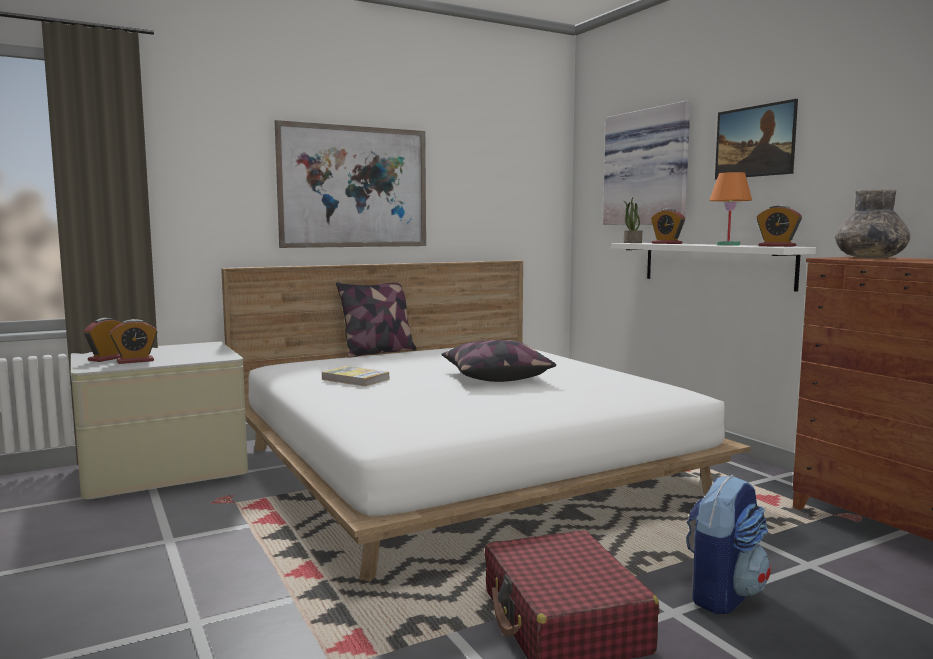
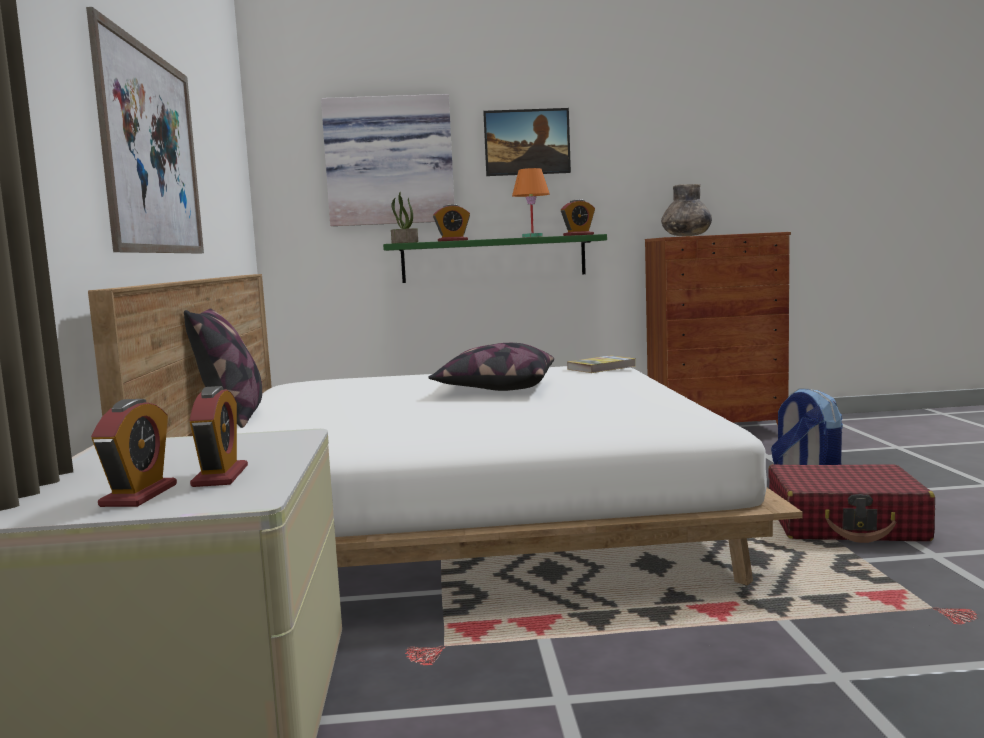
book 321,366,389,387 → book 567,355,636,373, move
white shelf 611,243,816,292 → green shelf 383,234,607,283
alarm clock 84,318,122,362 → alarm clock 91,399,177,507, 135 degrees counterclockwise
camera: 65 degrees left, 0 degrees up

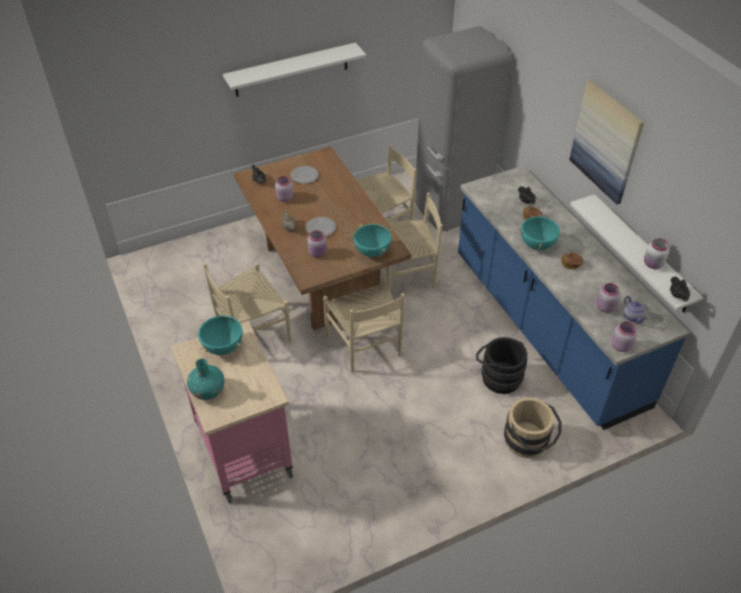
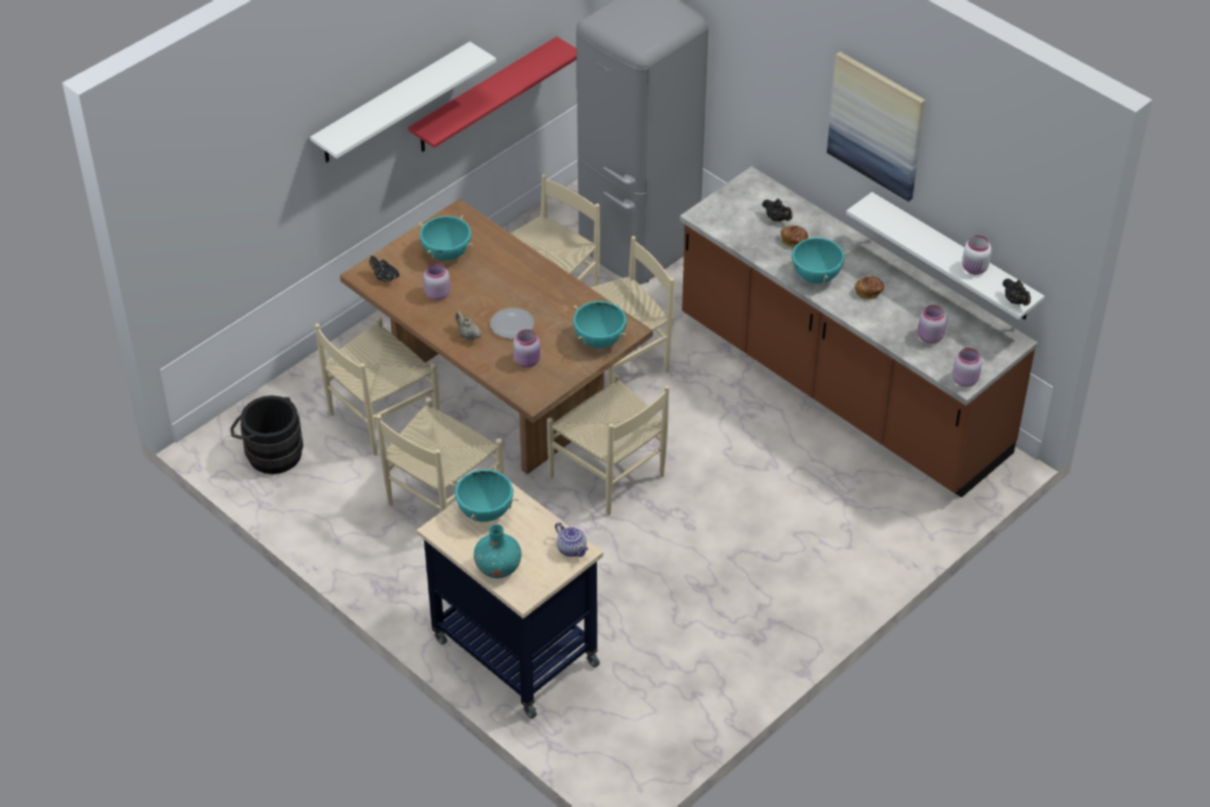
beige bucket 504,398,561,458 → -
- → beige chair 315,316,440,456
- → red shelf 408,37,577,152
black bucket 476,337,527,394 → black bucket 230,395,303,474, move
teapot 623,296,647,323 → teapot 555,522,588,557, move
plate 290,166,319,184 → turquoise cooking pot 419,215,473,261
pink cart 171,321,293,503 → blue cart 417,482,603,719
blue counter 458,166,689,430 → brown counter 680,166,1038,498
camera: 20 degrees left, 0 degrees up

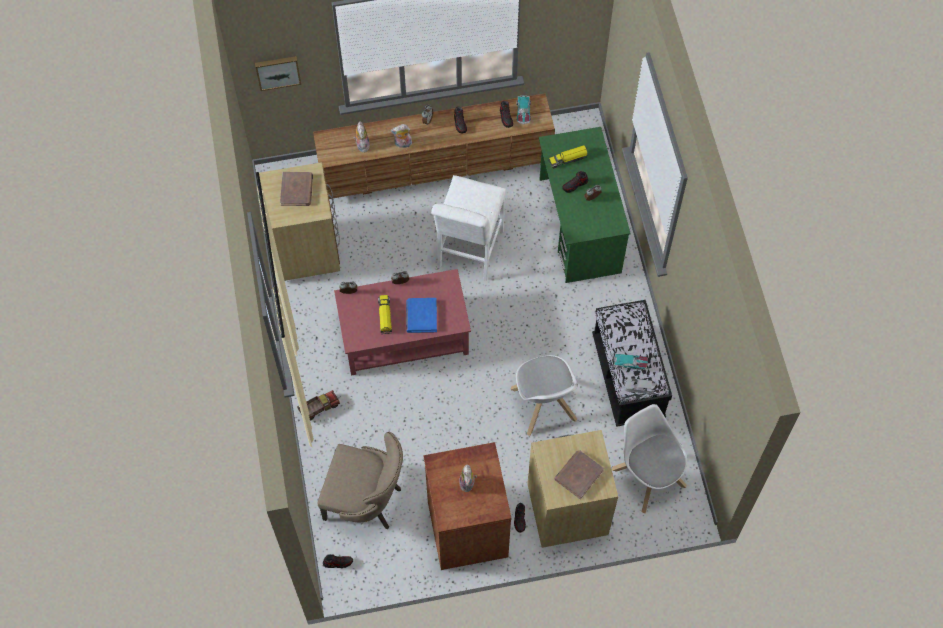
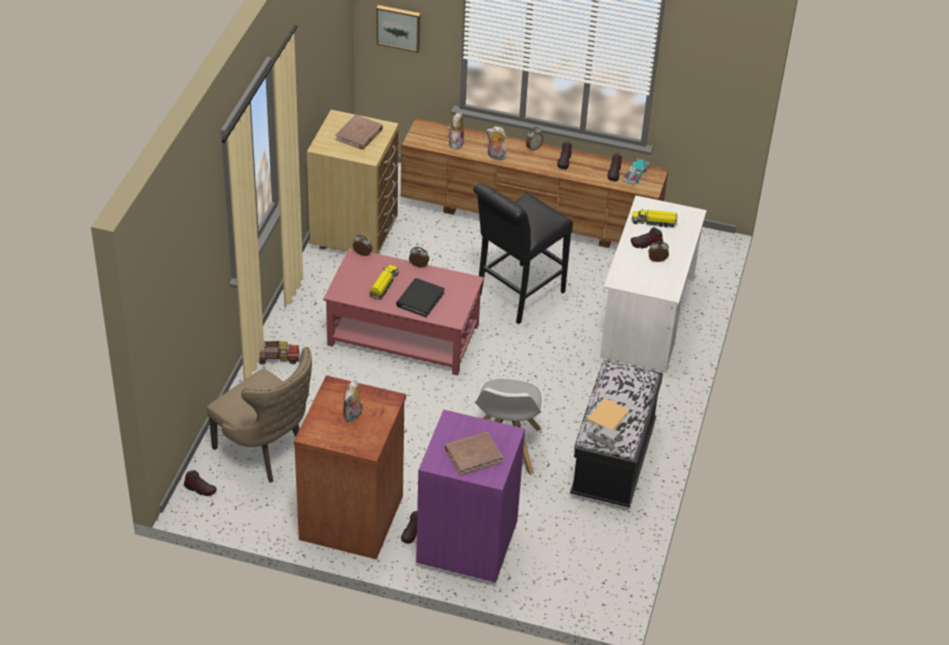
chair 612,404,687,513 → -
toy car 614,354,648,371 → beige book 587,398,629,430
blue book 406,298,437,333 → black book 396,278,445,317
white stool 431,175,506,281 → black stool 473,184,573,324
brown dresser 527,430,618,548 → purple dresser 416,409,525,582
green desk 539,127,631,283 → white desk 600,196,707,372
camera: 25 degrees right, 20 degrees down

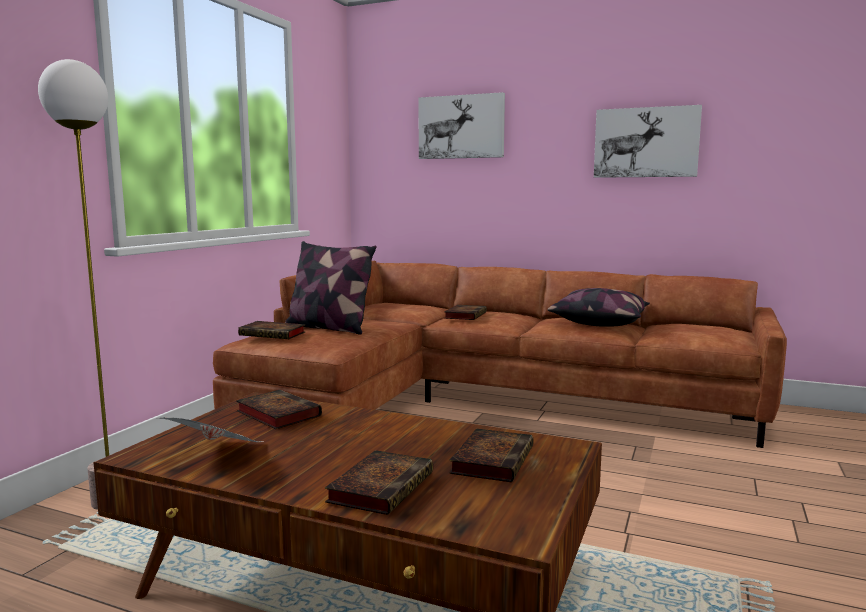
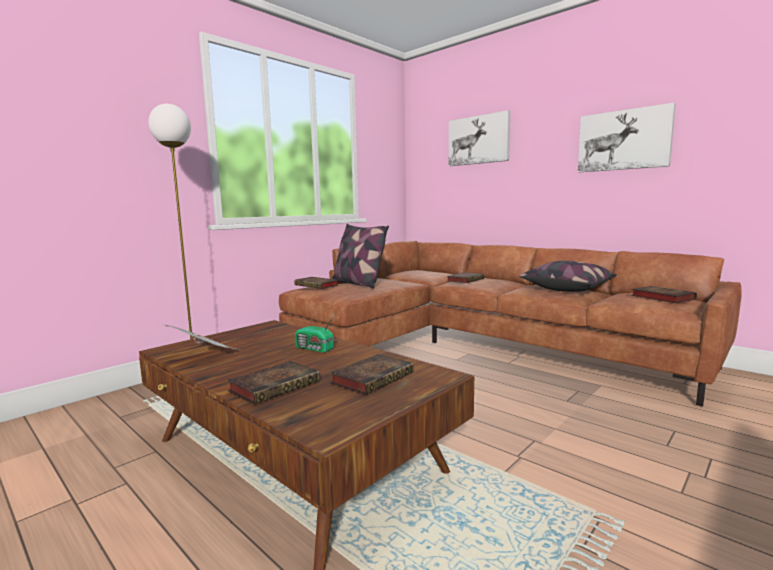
- → radio 295,313,335,353
book 236,390,322,429 → book 631,286,697,303, move
camera: 20 degrees right, 0 degrees up

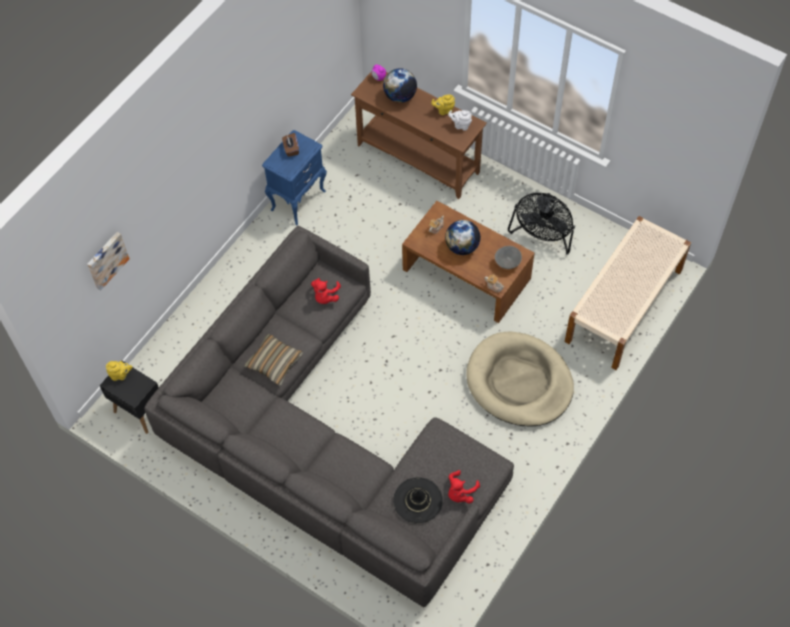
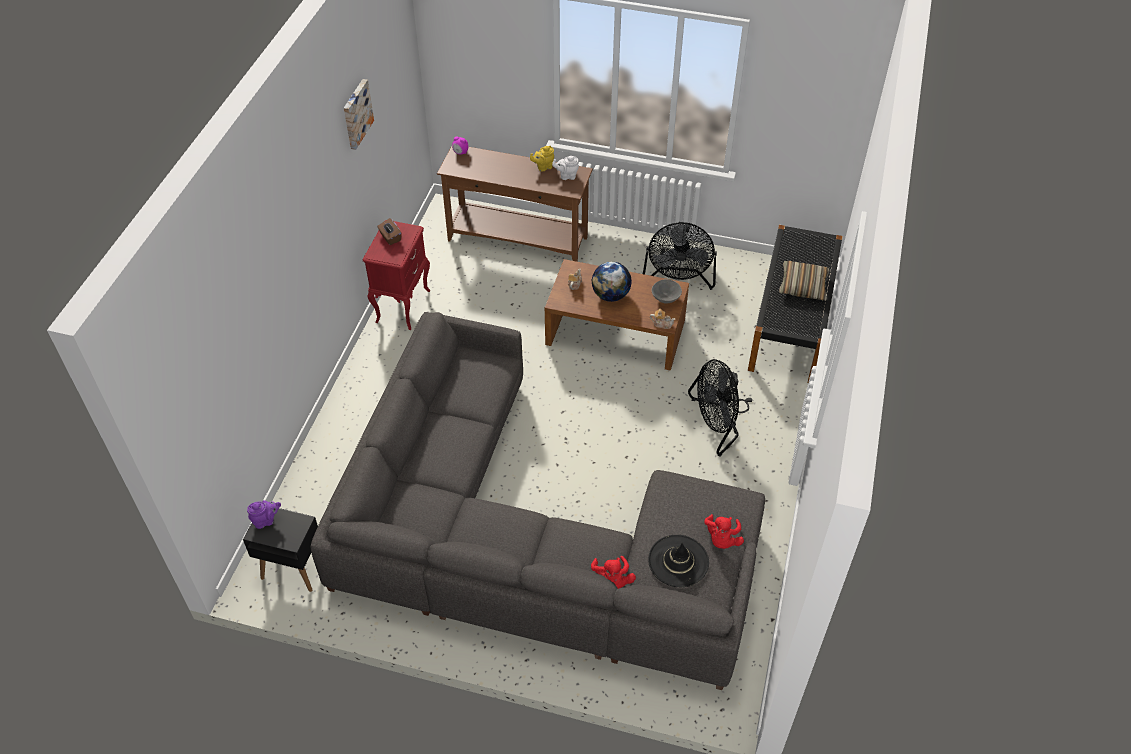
globe 383,68,417,103 → -
picture 87,232,130,290 → picture 344,79,374,150, move
pillow 244,334,303,386 → pillow 779,261,830,301, move
red plush toy 311,278,341,304 → red plush toy 591,556,636,589, move
beige dog bed 466,331,574,426 → black fan 688,359,752,457
yellow teapot 106,361,132,381 → purple teapot 247,500,281,529
blue nightstand 262,130,327,225 → red nightstand 363,220,431,330
beige bench 564,216,691,370 → black bench 748,225,843,382
camera: 20 degrees left, 10 degrees down

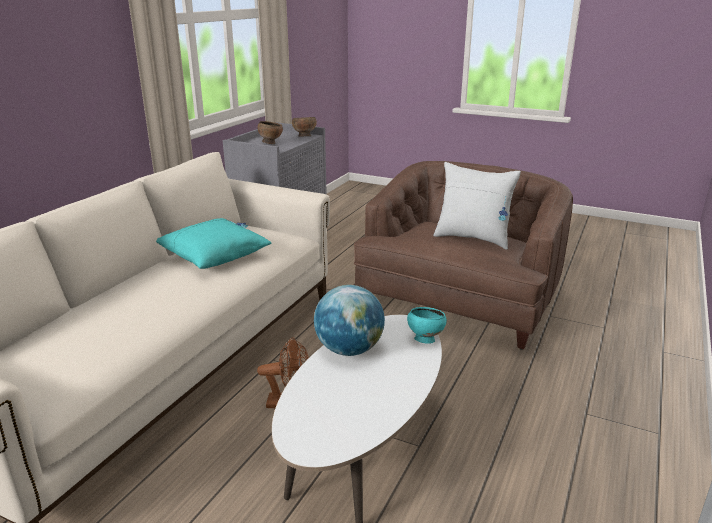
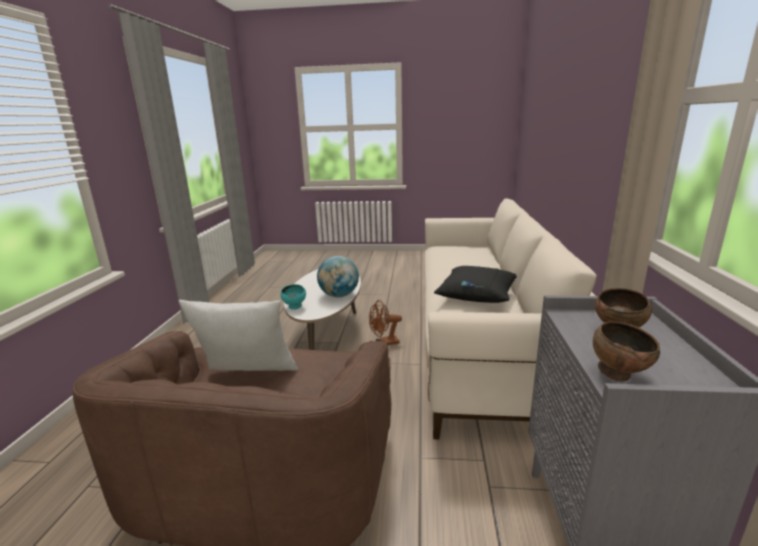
turquoise pillow 156,218,271,269 → black pillow 434,266,517,303
camera: 160 degrees right, 5 degrees down

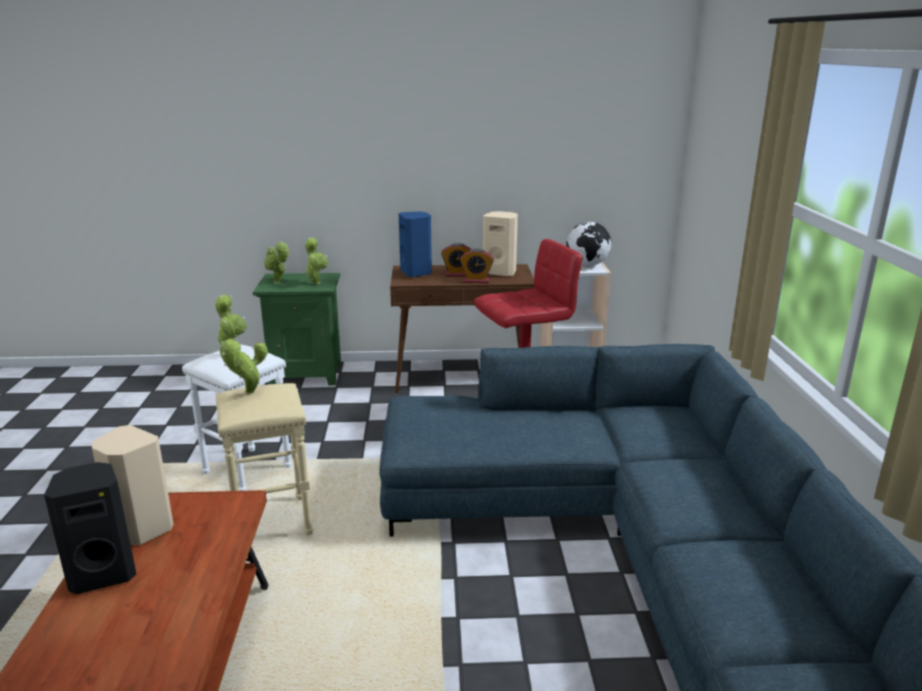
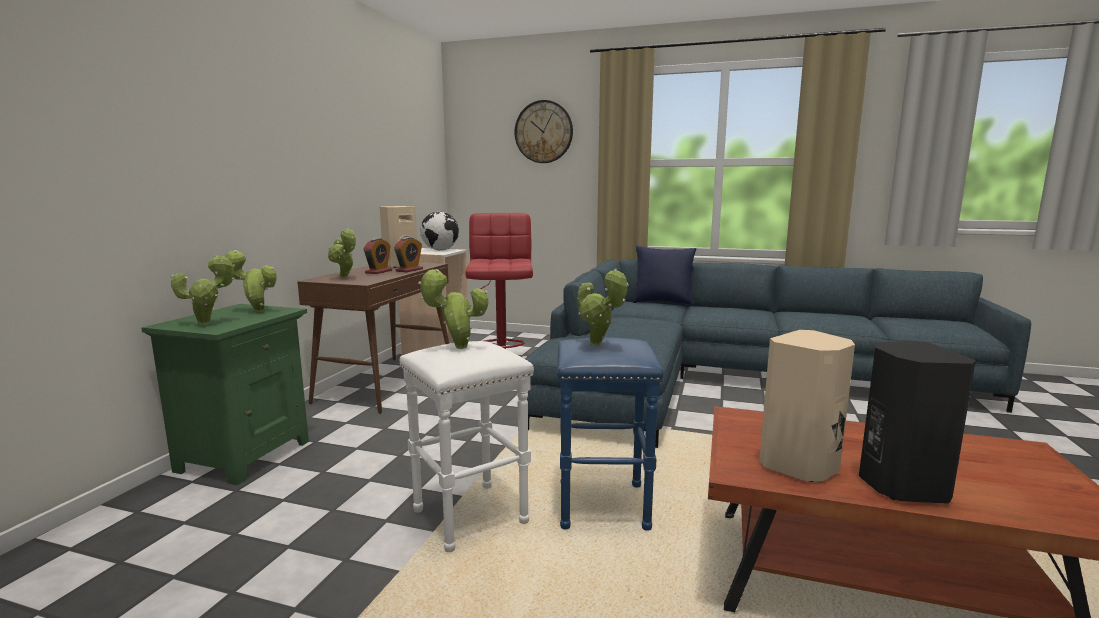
- → wall clock 515,100,573,163
- → blue pillow 633,246,696,306
blue speaker 399,211,432,278 → potted plant 328,228,356,278
beige stool 216,383,313,535 → blue stool 557,337,664,531
camera: 70 degrees left, 10 degrees down

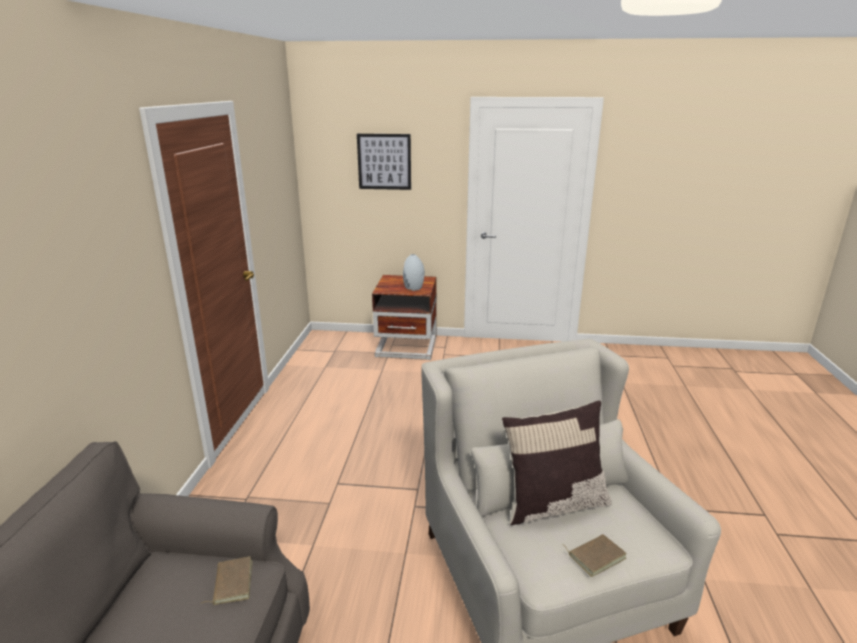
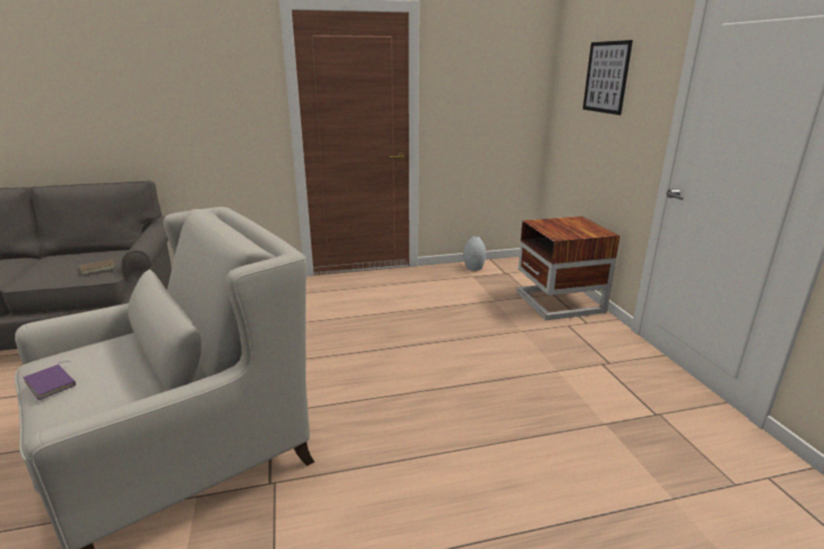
pillow 502,400,612,525 → -
grey vase 403,254,425,291 → grey vase 463,236,486,271, move
brown book 564,534,626,577 → purple book 23,361,76,400
camera: 70 degrees right, 0 degrees up

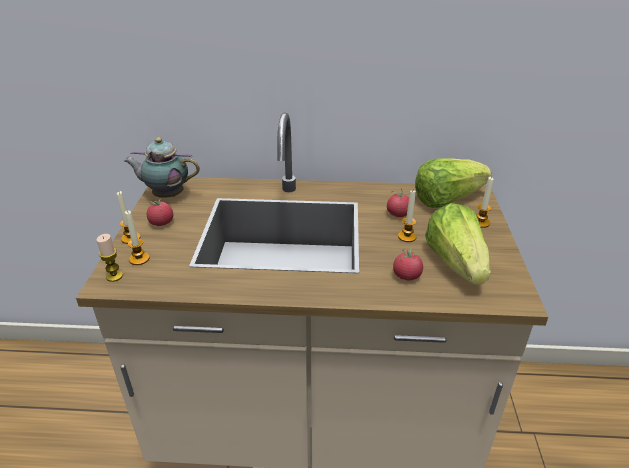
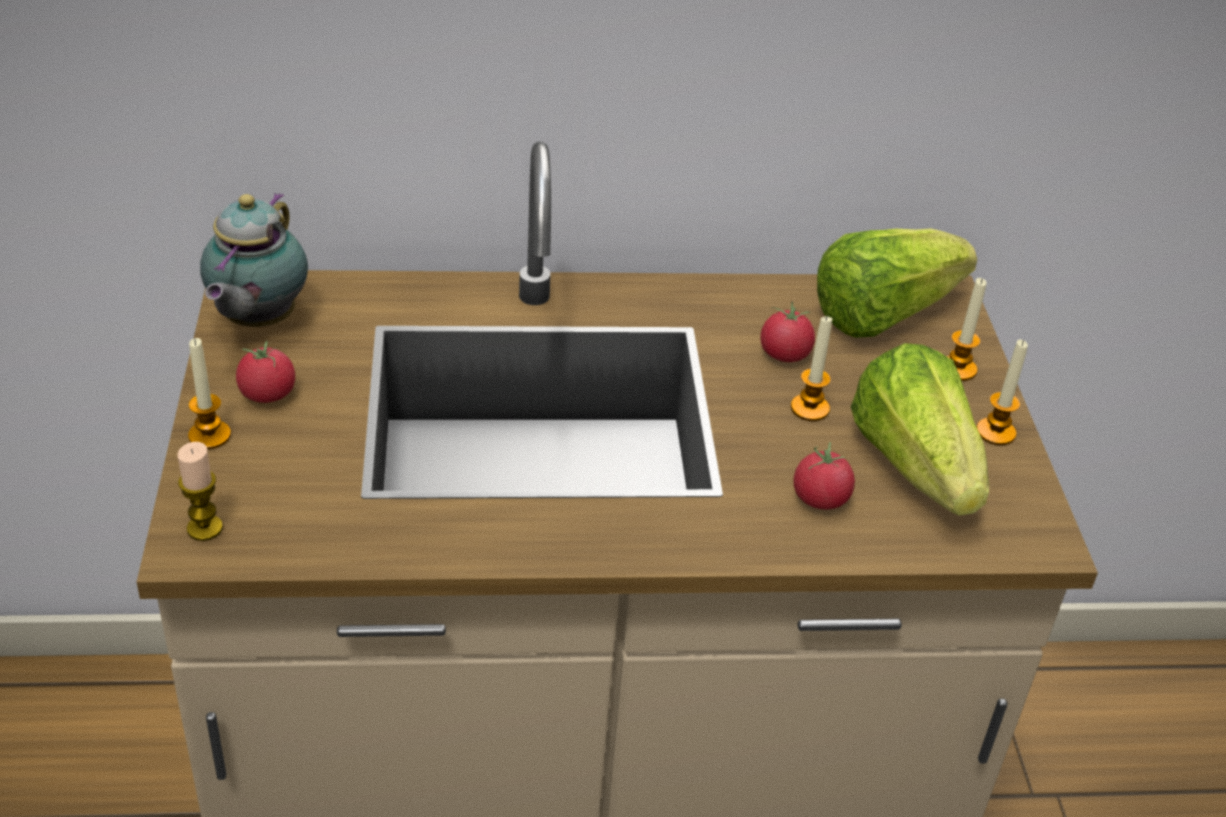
candle 125,210,150,265 → candle 977,339,1028,445, move
teapot 124,137,200,198 → teapot 200,193,308,327, 75 degrees counterclockwise
camera: 10 degrees left, 5 degrees up

